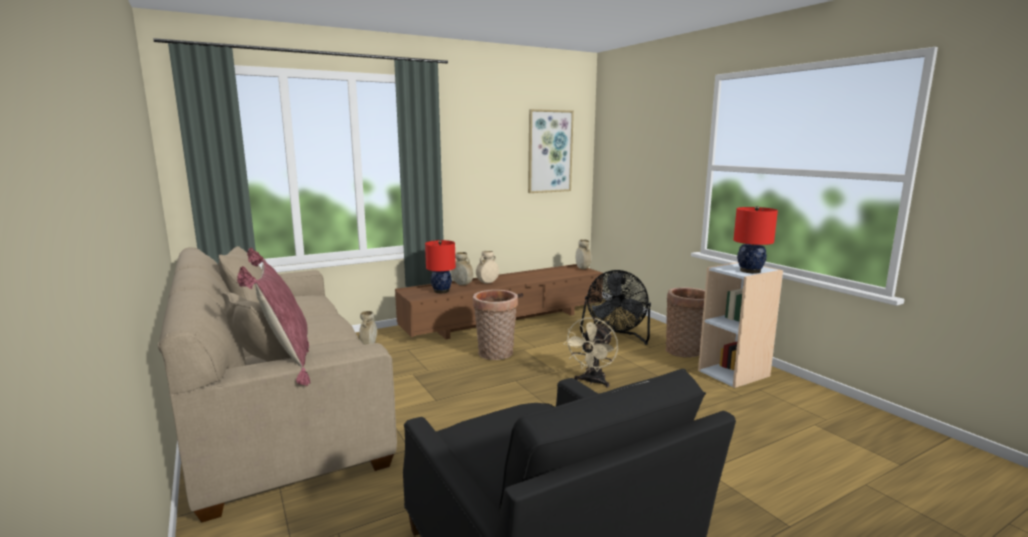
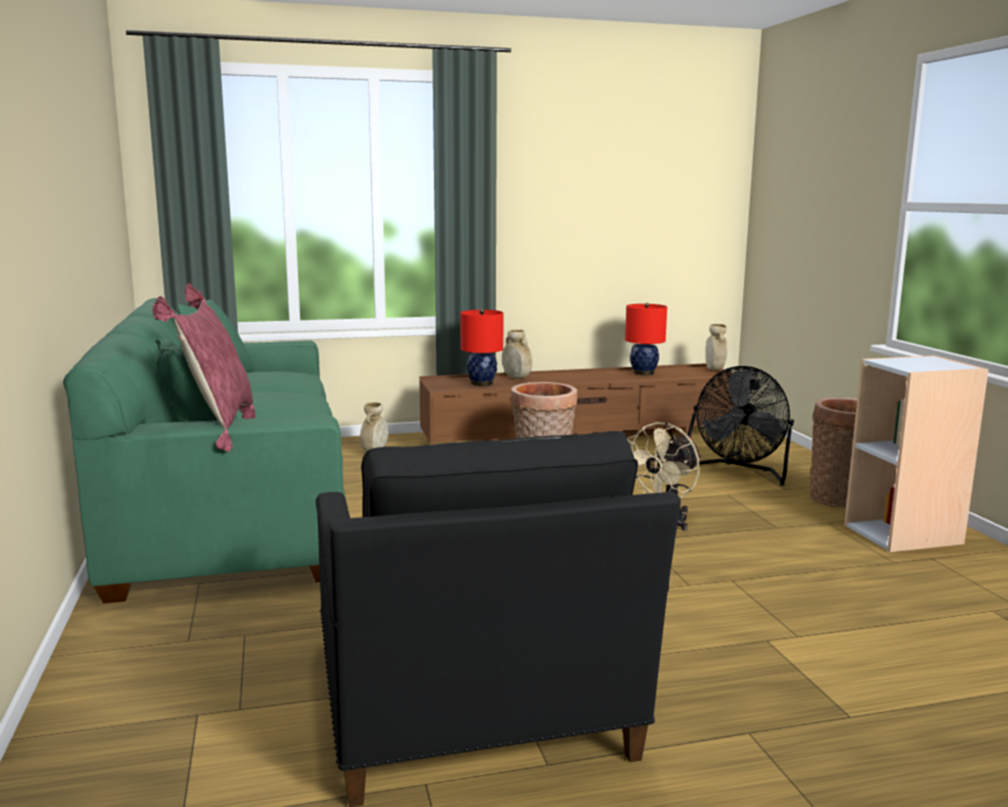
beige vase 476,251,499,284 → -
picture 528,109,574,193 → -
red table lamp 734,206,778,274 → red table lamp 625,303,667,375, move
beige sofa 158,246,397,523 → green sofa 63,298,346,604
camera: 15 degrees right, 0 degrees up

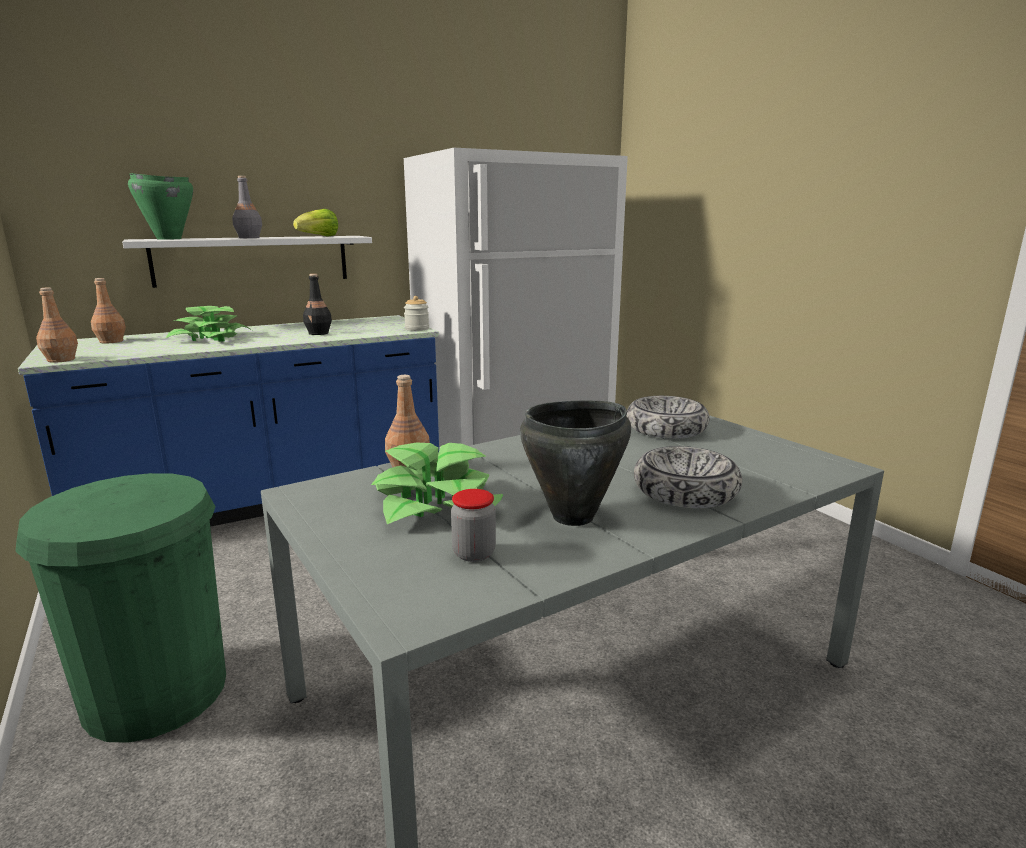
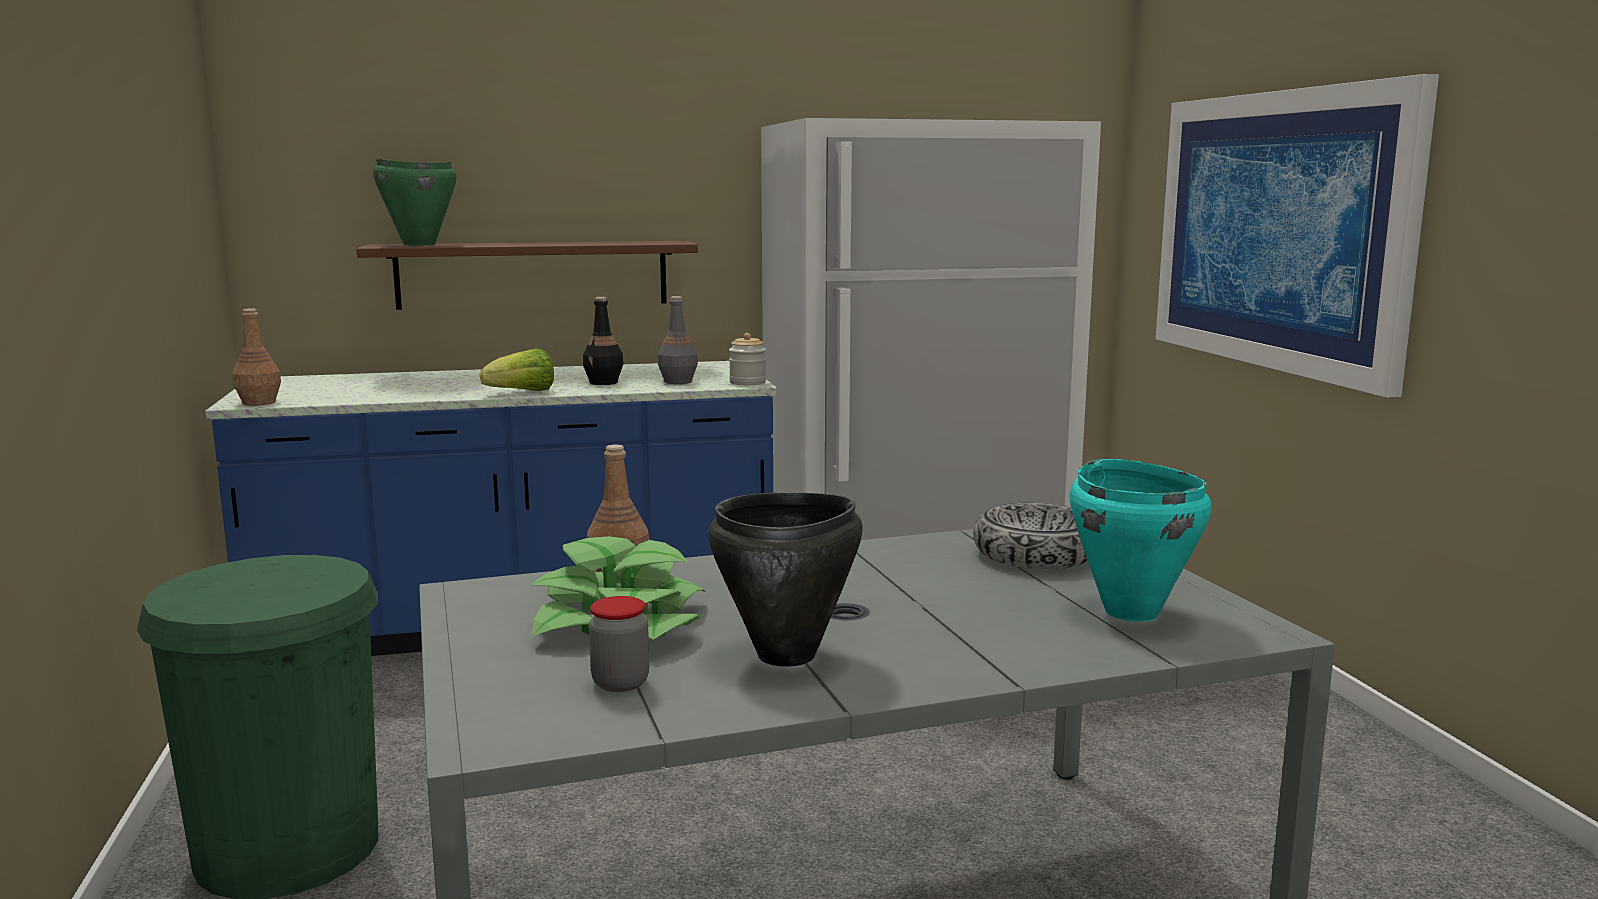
brown bottle 91,278,126,344 → -
potted plant 166,306,252,342 → -
bowl 634,446,742,508 → -
- → turquoise cooking pot 1070,459,1212,622
- → picture 1156,74,1439,398
grey bottle 232,176,262,238 → grey bottle 658,296,698,384, move
lettuce 293,209,338,237 → lettuce 480,348,554,391, move
white shelf 122,236,372,288 → brown shelf 356,241,698,310
camera: 15 degrees right, 5 degrees down

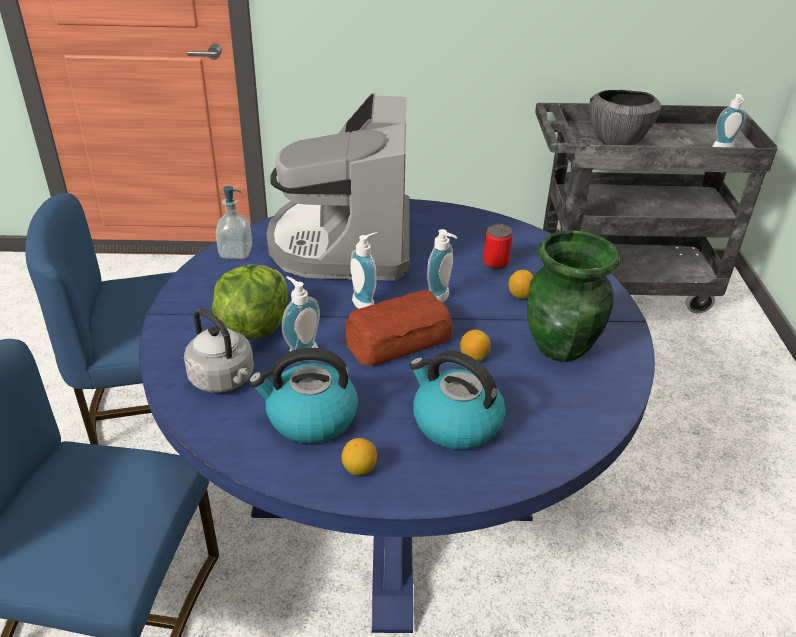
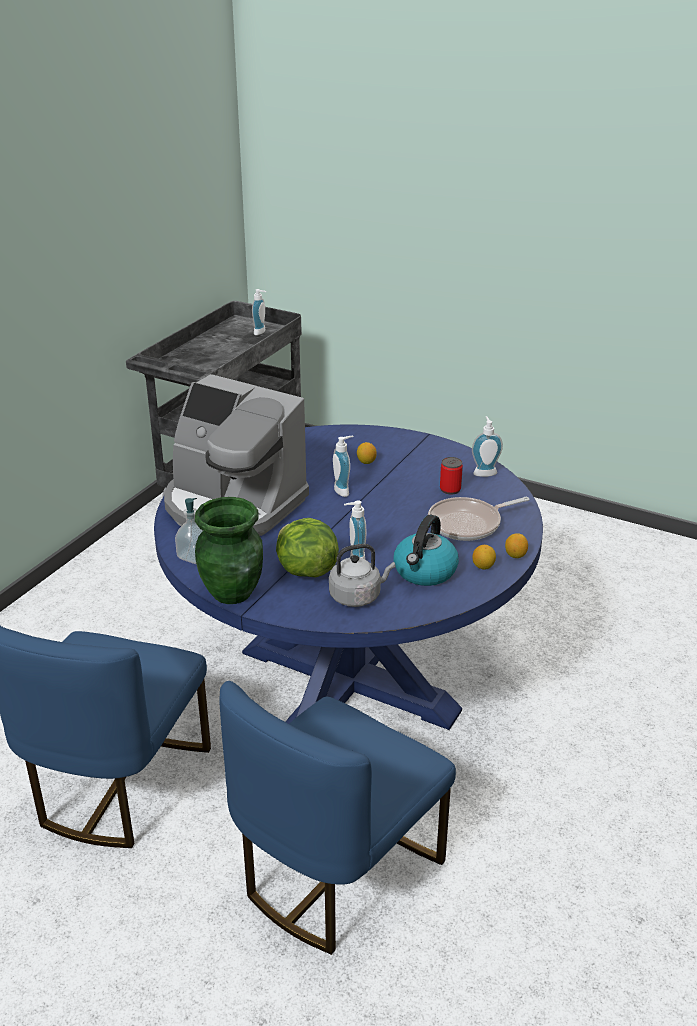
bread 346,290,453,366 → -
bowl 590,90,661,145 → -
soap dispenser 350,232,378,309 → soap dispenser 472,416,503,477, move
lemon 460,330,491,361 → lemon 505,533,528,558, move
can 483,224,512,270 → can 440,457,463,494, move
green vase 527,230,619,362 → green vase 195,497,263,604, move
kettle 409,351,506,450 → frying pan 428,497,530,541
camera: 60 degrees left, 5 degrees down

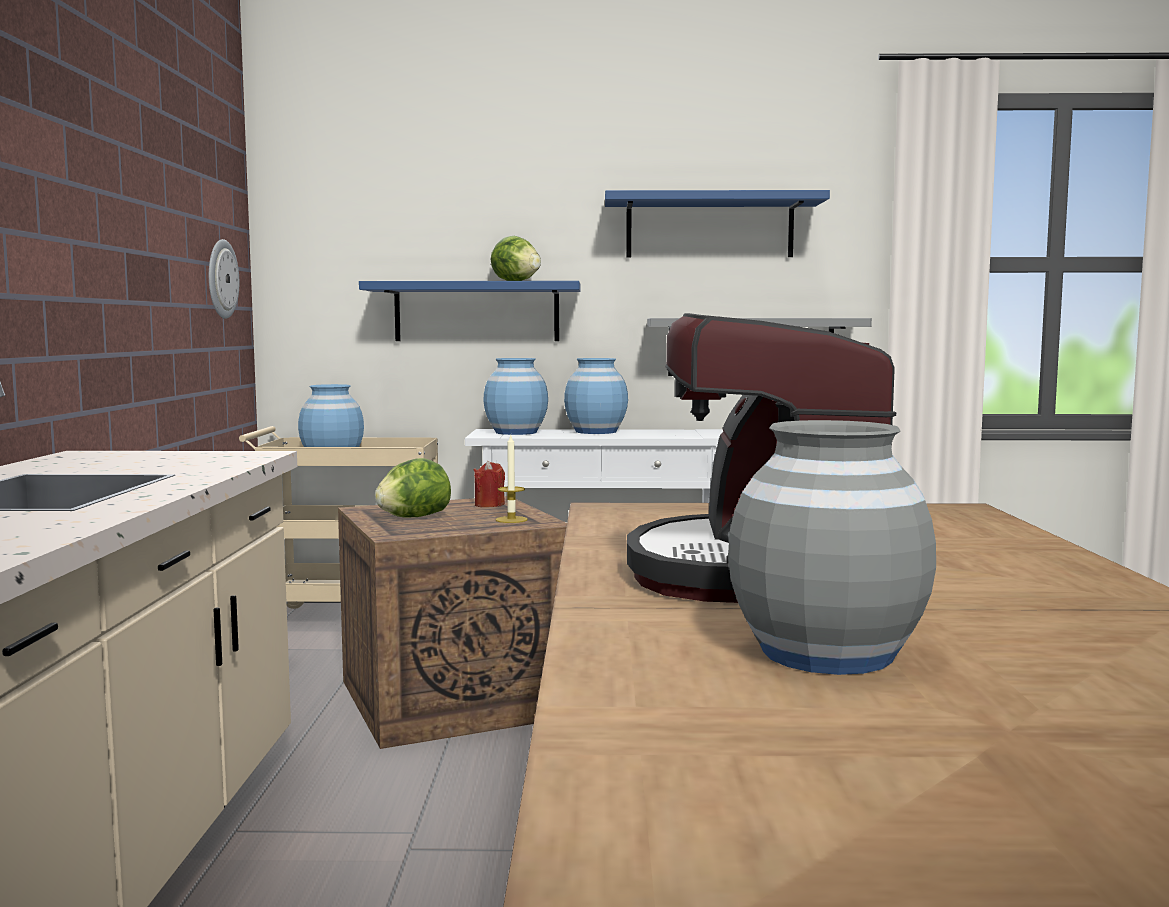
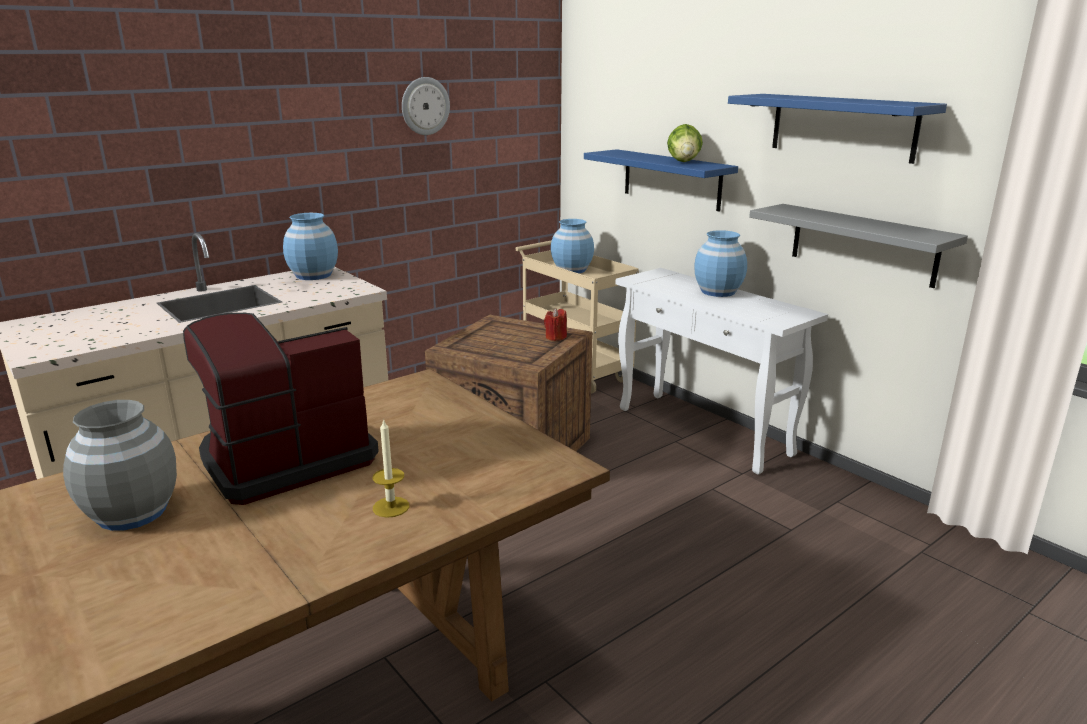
lettuce 375,458,451,518 → -
wall clock 209,239,239,319 → wall clock 402,77,450,135, move
blue vase 484,358,548,435 → blue vase 283,213,338,280, move
candle 495,435,528,523 → candle 373,418,409,518, move
camera: 50 degrees right, 15 degrees up

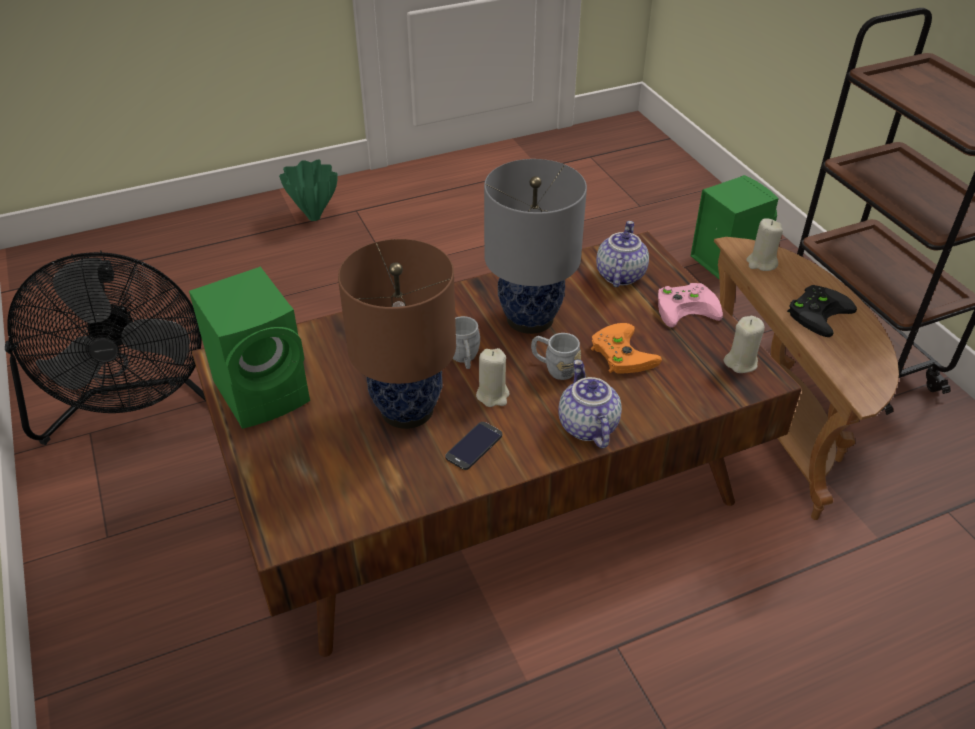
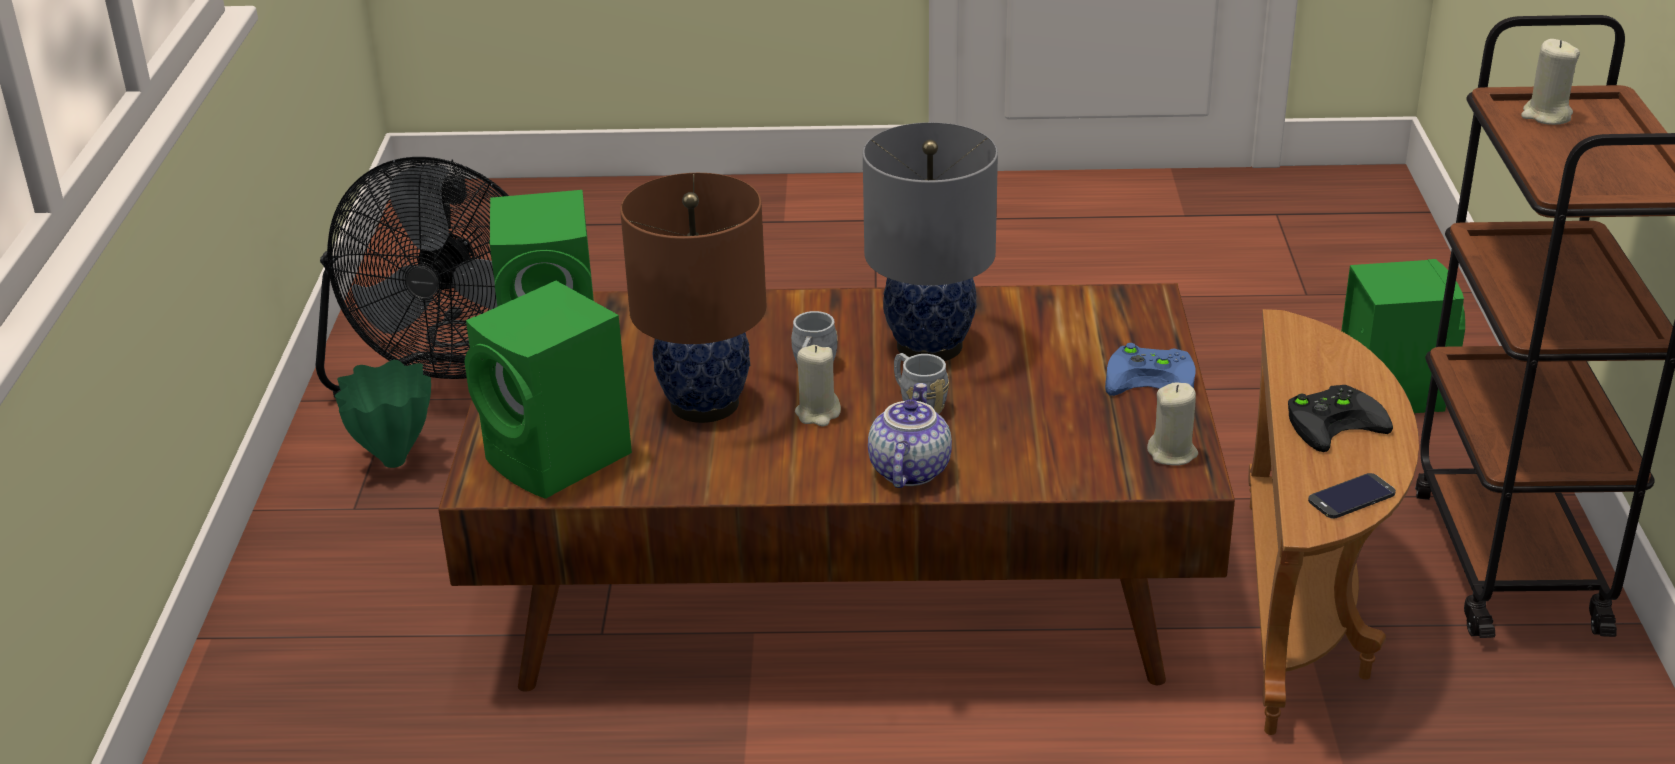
orange game controller 591,323,662,374 → -
teapot 596,221,649,287 → -
- → green speaker 464,281,632,499
green vase 279,159,338,221 → green vase 335,360,431,468, move
phone 445,422,502,470 → phone 1308,473,1396,519, move
beige candle 746,219,783,271 → beige candle 1521,39,1580,125, move
pink game controller 658,283,723,328 → blue game controller 1105,343,1195,396
camera: 25 degrees right, 10 degrees down

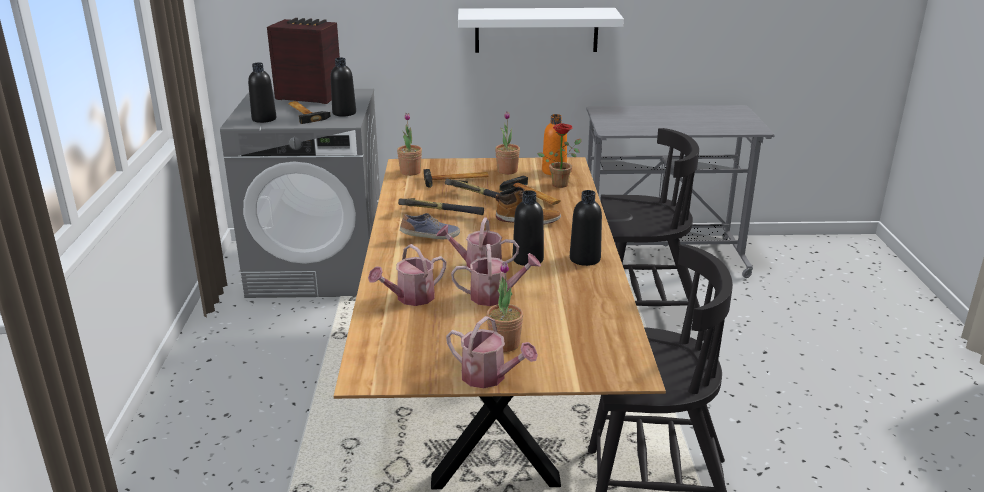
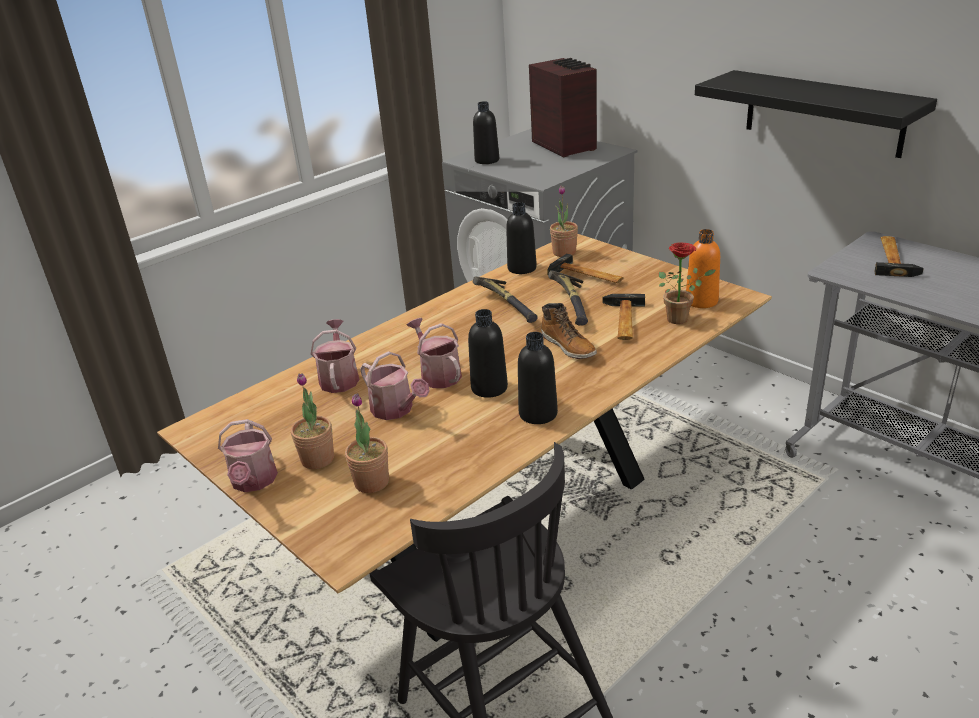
shoe 400,213,460,239 → -
black chair 600,128,707,341 → -
hammer 288,101,331,124 → hammer 874,236,924,277, move
black bottle 331,58,356,117 → black bottle 506,202,537,274, move
potted plant 495,111,520,174 → potted plant 345,393,389,493, move
white shelf 458,8,624,53 → black shelf 695,70,937,158
watering can 368,244,446,306 → watering can 311,319,359,393, 75 degrees clockwise
camera: 50 degrees right, 5 degrees up

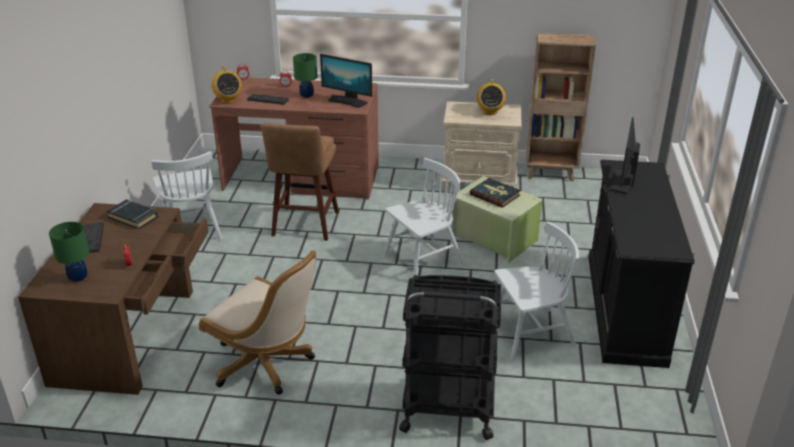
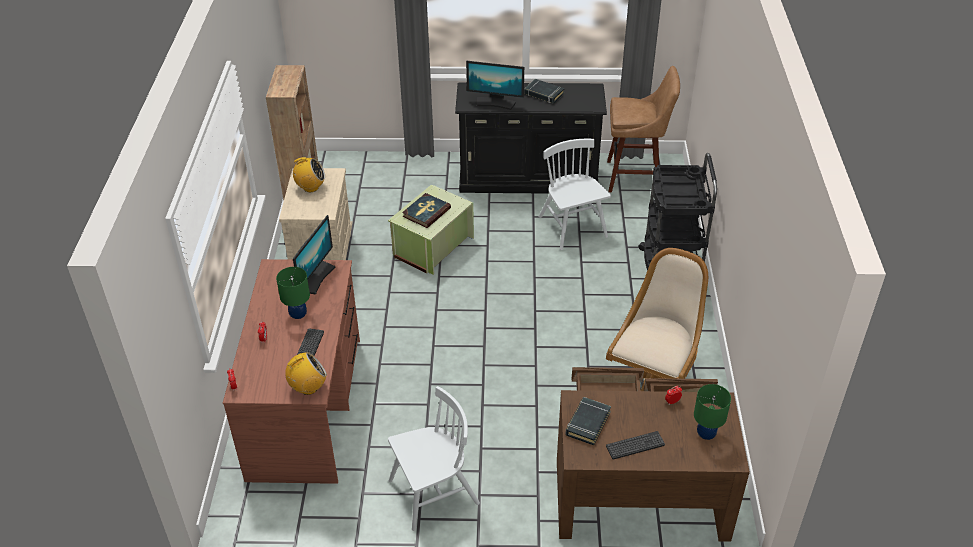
white chair 383,158,464,275 → -
- → black book 524,79,564,104
brown stool 261,122,339,241 → brown stool 607,66,680,192, move
camera: 95 degrees left, 10 degrees up

